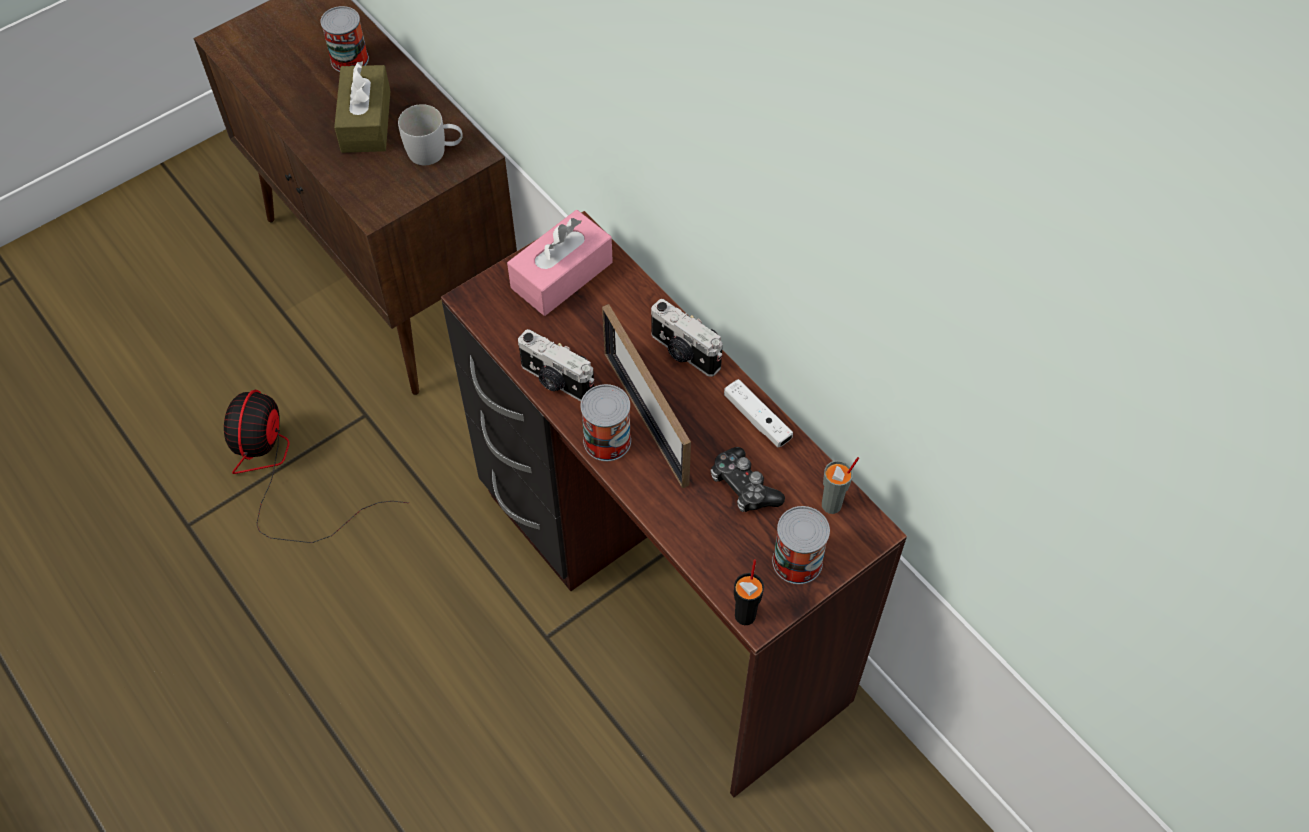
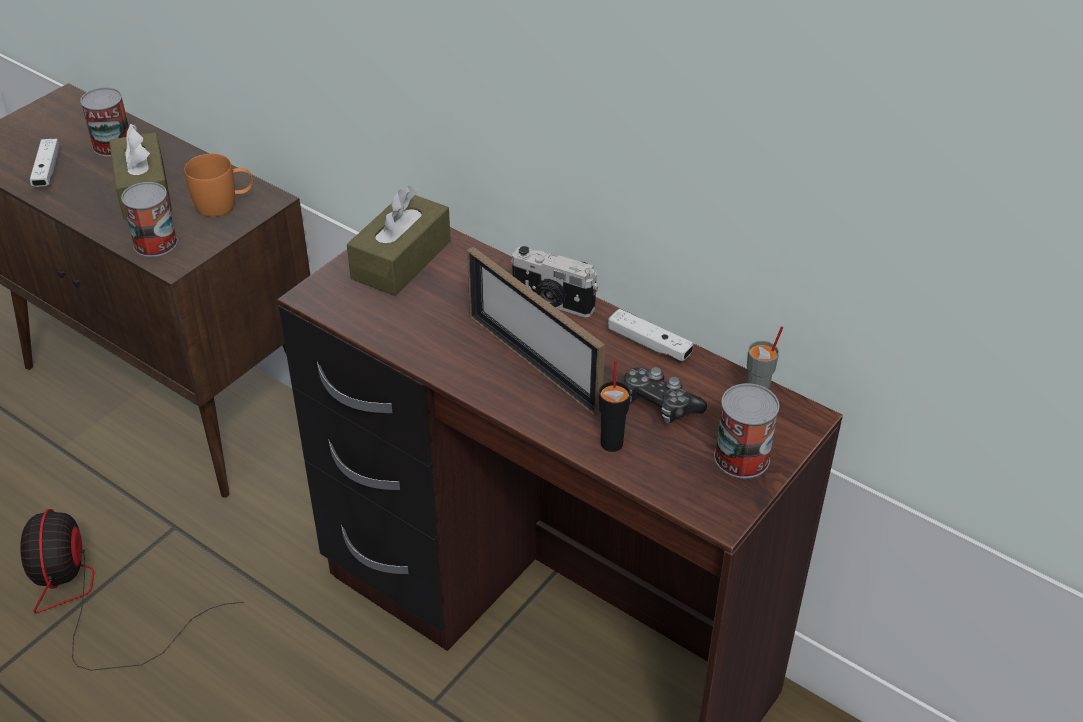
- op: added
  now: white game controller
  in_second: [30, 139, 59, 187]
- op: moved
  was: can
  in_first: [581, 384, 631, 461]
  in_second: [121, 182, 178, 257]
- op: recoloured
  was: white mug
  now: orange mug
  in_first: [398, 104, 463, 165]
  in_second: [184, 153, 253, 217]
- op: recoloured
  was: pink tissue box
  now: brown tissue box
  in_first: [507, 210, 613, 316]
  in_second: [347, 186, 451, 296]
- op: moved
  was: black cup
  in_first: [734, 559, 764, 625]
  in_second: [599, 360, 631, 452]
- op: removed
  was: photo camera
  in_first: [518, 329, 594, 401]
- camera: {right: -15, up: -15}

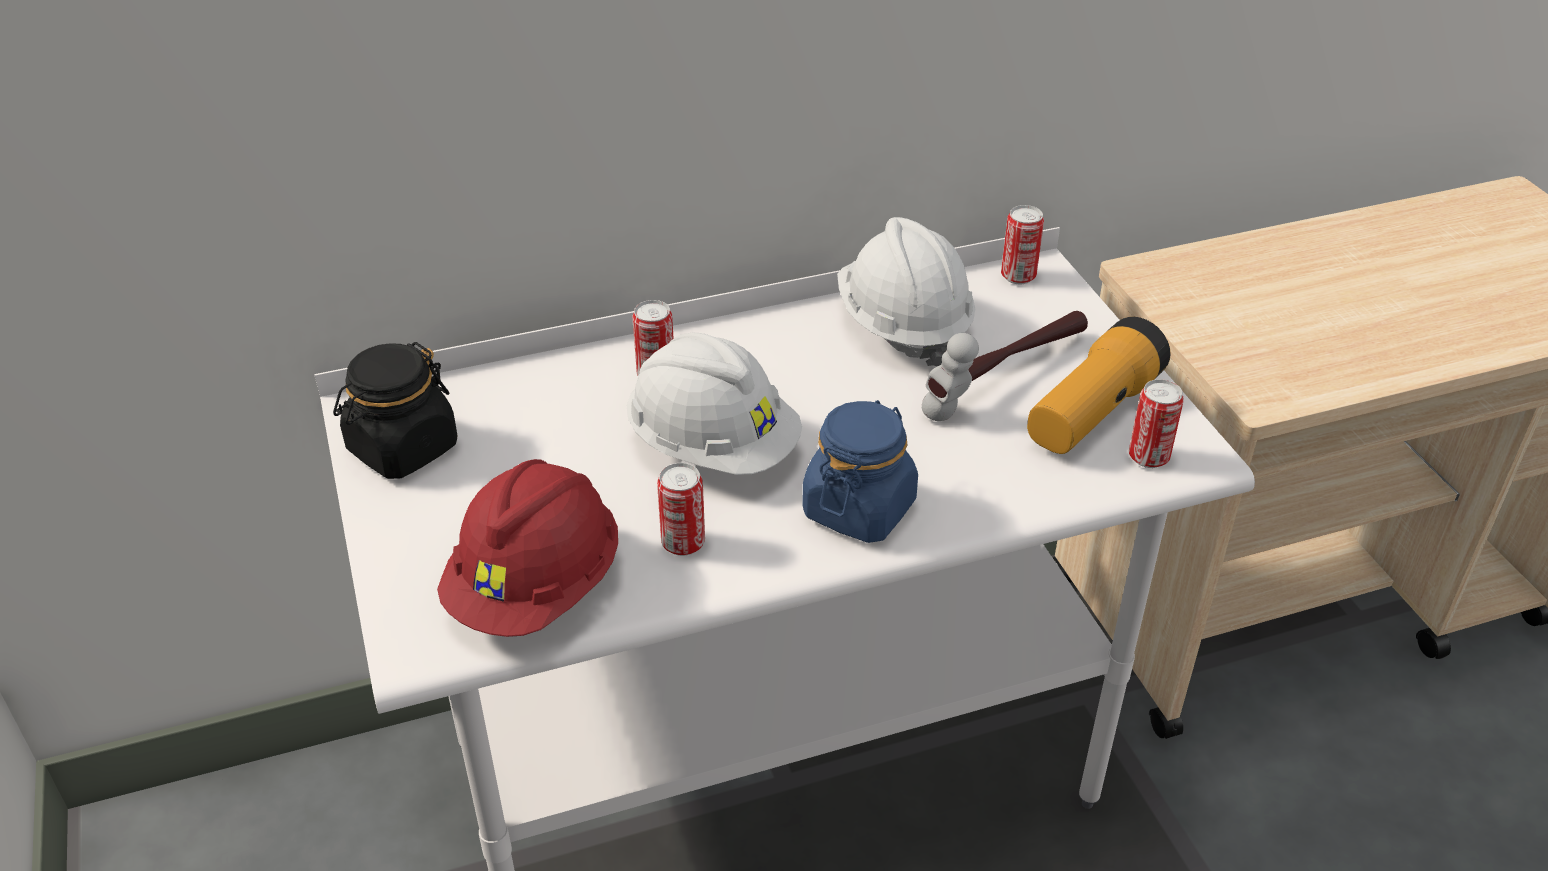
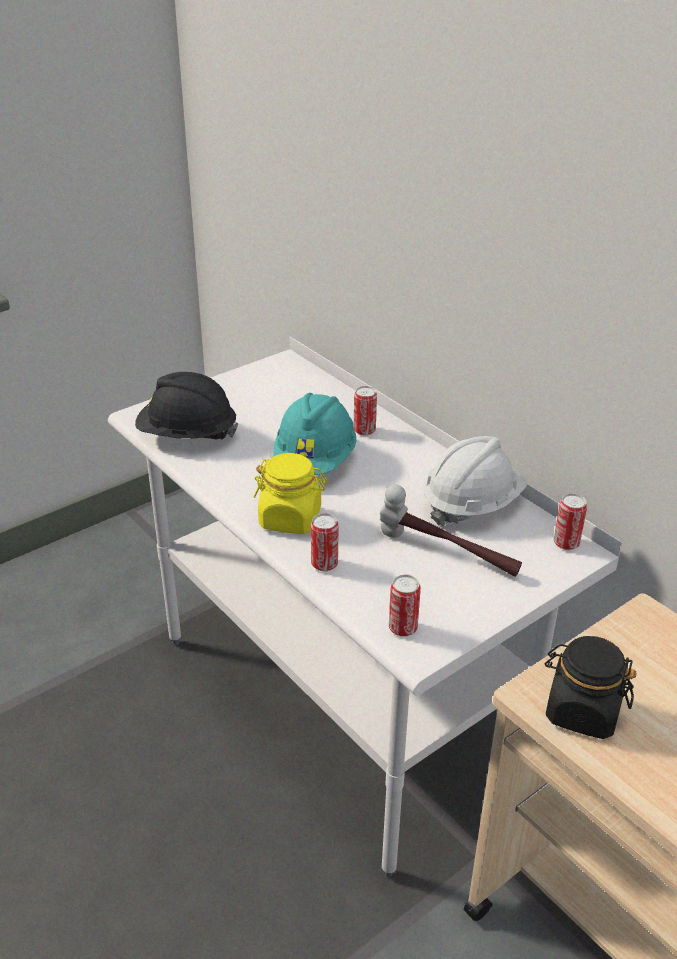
- op: recoloured
  was: red hard hat
  now: black hard hat
  in_first: [437, 459, 618, 637]
  in_second: [135, 372, 238, 439]
- op: recoloured
  was: blue jar
  now: yellow jar
  in_first: [802, 400, 918, 543]
  in_second: [254, 453, 328, 534]
- op: recoloured
  was: white hard hat
  now: turquoise hard hat
  in_first: [627, 333, 802, 475]
  in_second: [273, 393, 357, 475]
- op: moved
  was: can
  in_first: [657, 463, 705, 556]
  in_second: [311, 513, 338, 572]
- op: moved
  was: black jar
  in_first: [333, 342, 458, 479]
  in_second: [544, 636, 636, 739]
- op: removed
  was: flashlight
  in_first: [1027, 317, 1171, 454]
- camera: {right: 70, up: -5}

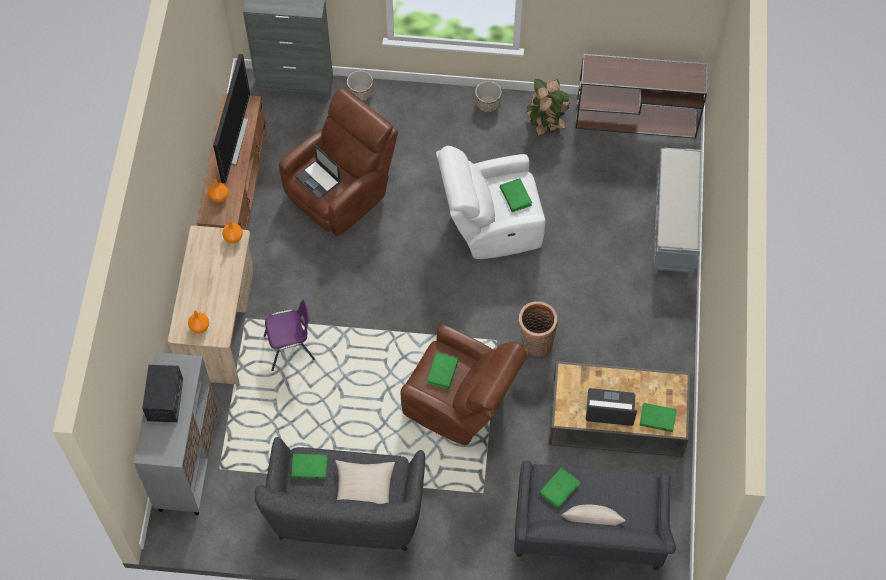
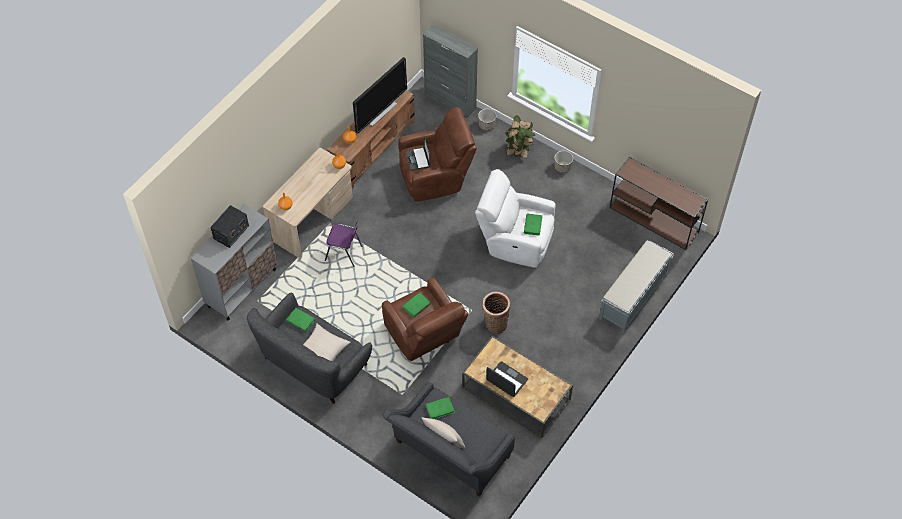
- op: moved
  was: potted plant
  in_first: [526, 79, 570, 137]
  in_second: [505, 115, 536, 159]
- op: removed
  was: green book
  in_first: [639, 403, 677, 432]
- camera: {right: 30, up: -5}

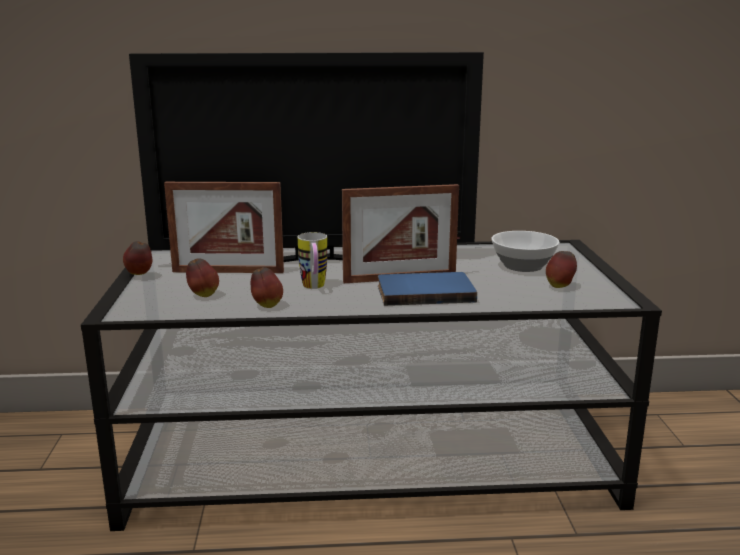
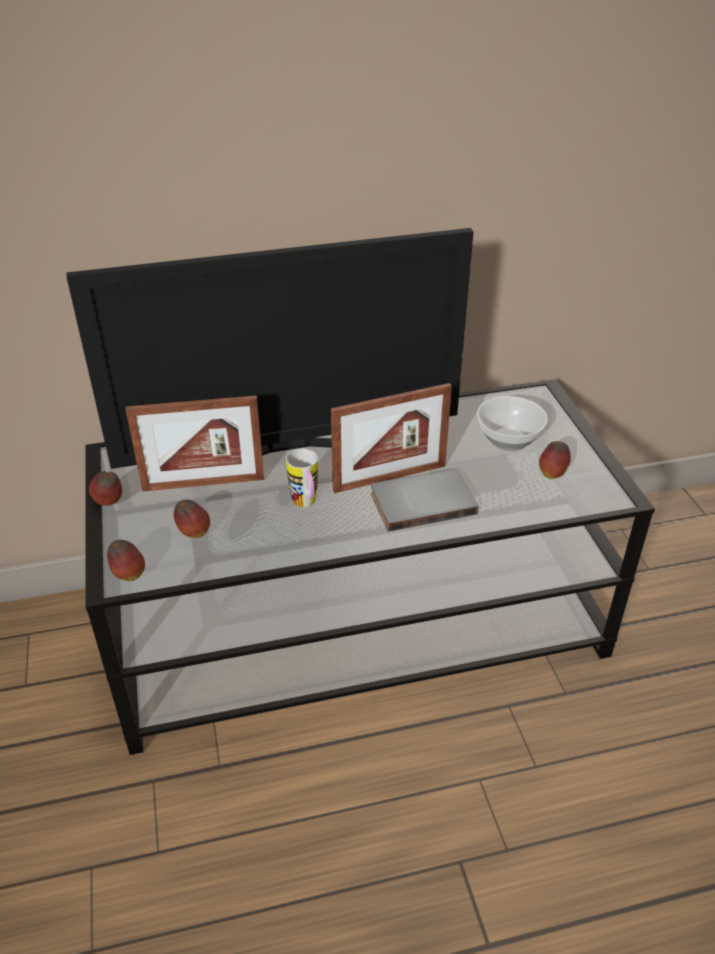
- op: moved
  was: apple
  in_first: [251, 267, 283, 308]
  in_second: [107, 540, 145, 581]
- op: recoloured
  was: blue book
  now: grey book
  in_first: [378, 272, 477, 306]
  in_second: [371, 469, 479, 532]
- camera: {right: -10, up: 20}

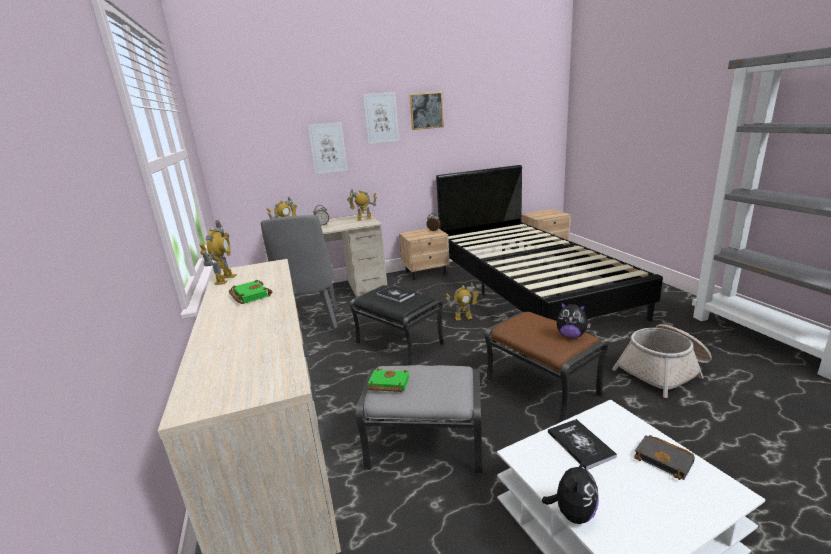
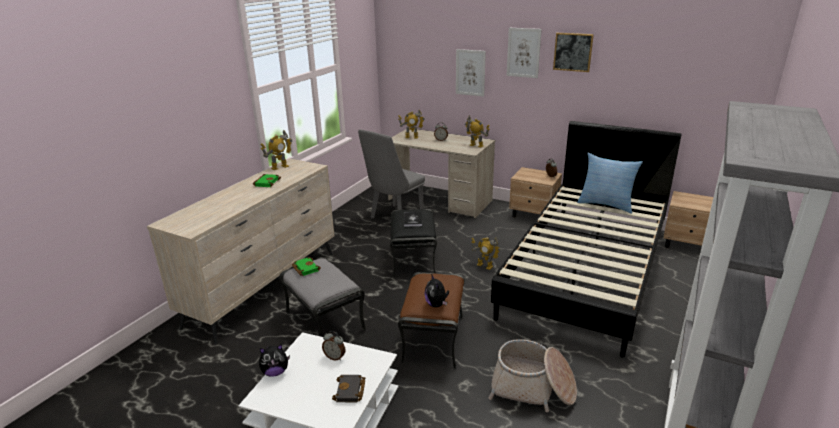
- op: replaced
  was: book
  now: alarm clock
  in_first: [548, 419, 617, 470]
  in_second: [322, 331, 345, 361]
- op: added
  now: pillow
  in_second: [577, 153, 643, 214]
- camera: {right: 45, up: 5}

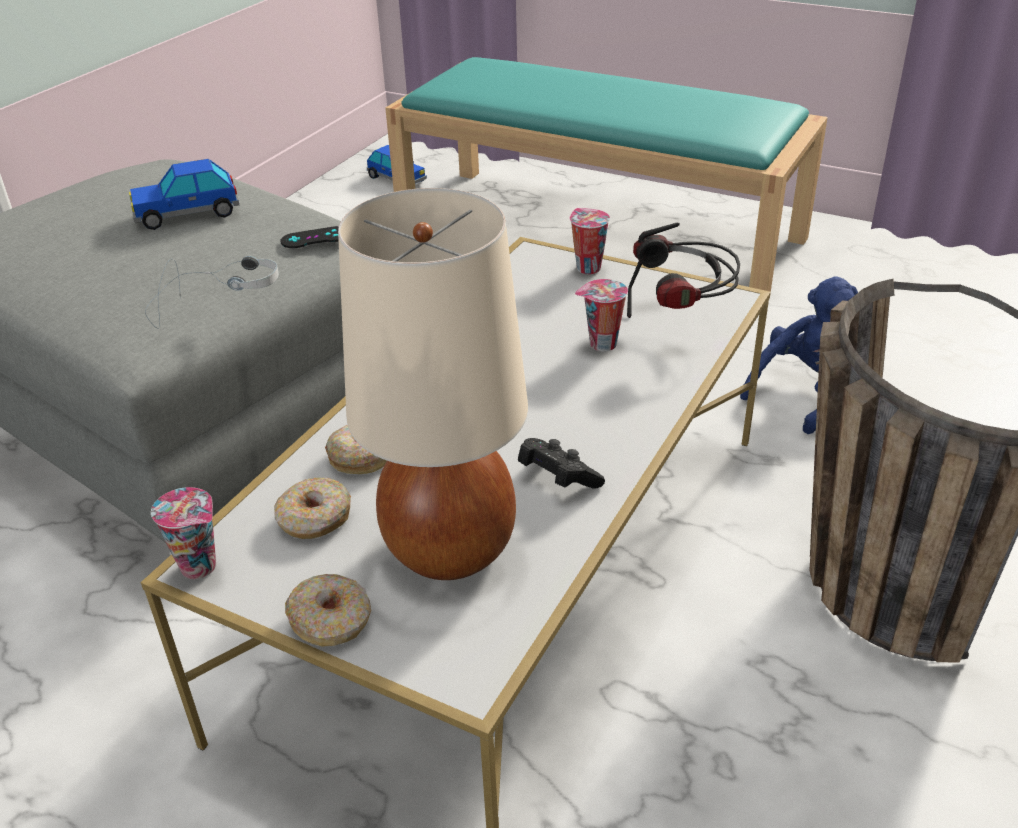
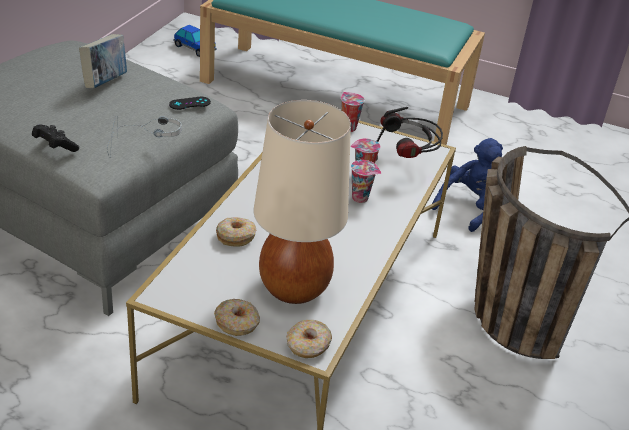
- op: moved
  was: black game controller
  in_first: [518, 438, 605, 489]
  in_second: [32, 124, 79, 152]
- op: replaced
  was: toy car
  now: book
  in_first: [129, 159, 239, 230]
  in_second: [79, 34, 127, 89]
- op: moved
  was: donut
  in_first: [274, 478, 351, 539]
  in_second: [287, 320, 332, 358]
- op: moved
  was: cup
  in_first: [151, 487, 216, 579]
  in_second: [351, 160, 381, 203]
- camera: {right: -10, up: 0}

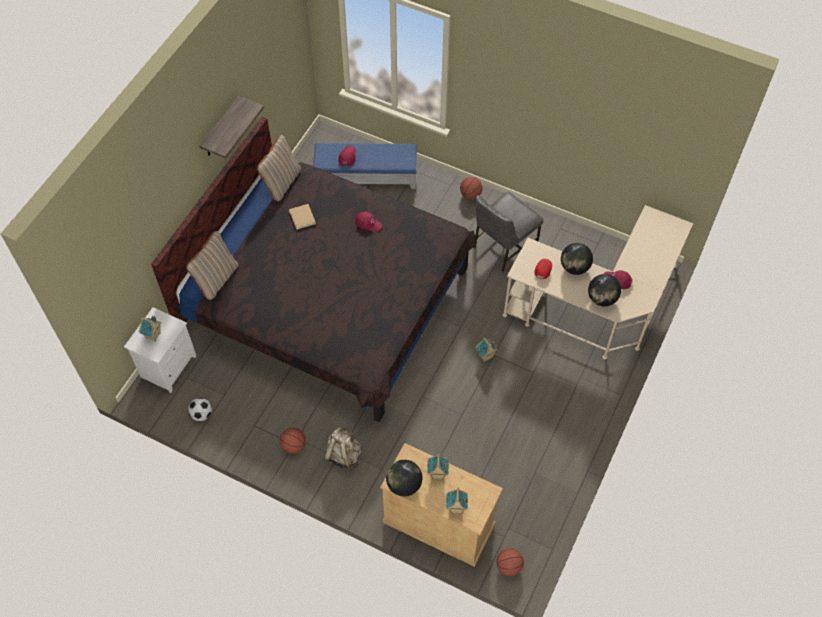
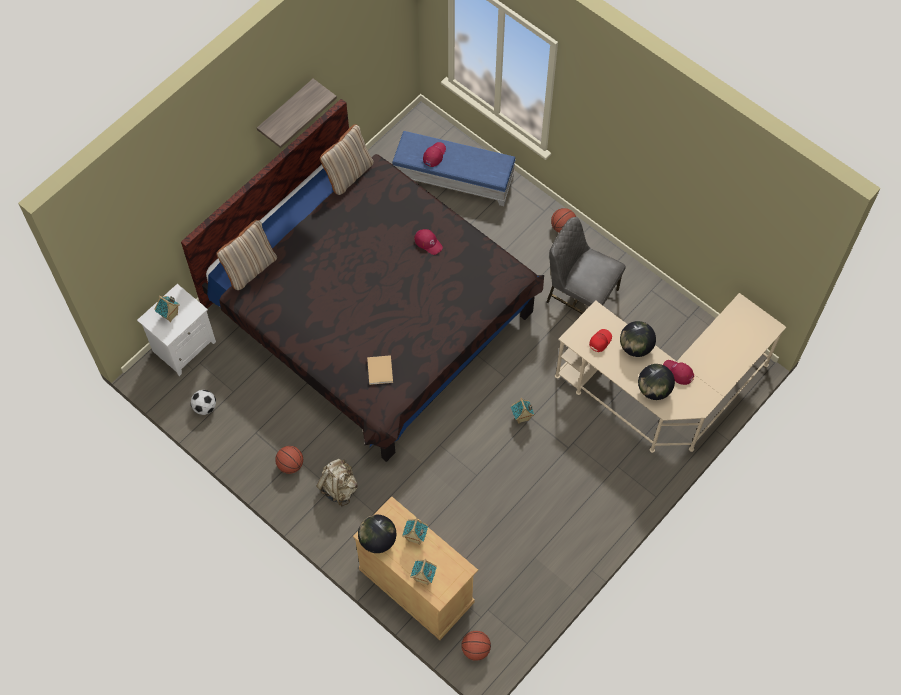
- op: moved
  was: beige book
  in_first: [289, 204, 316, 230]
  in_second: [367, 355, 393, 385]
- op: turned
  was: grey chair
  in_first: [473, 191, 544, 272]
  in_second: [547, 217, 626, 314]
  clockwise: 60
- camera: {right: 15, up: 5}

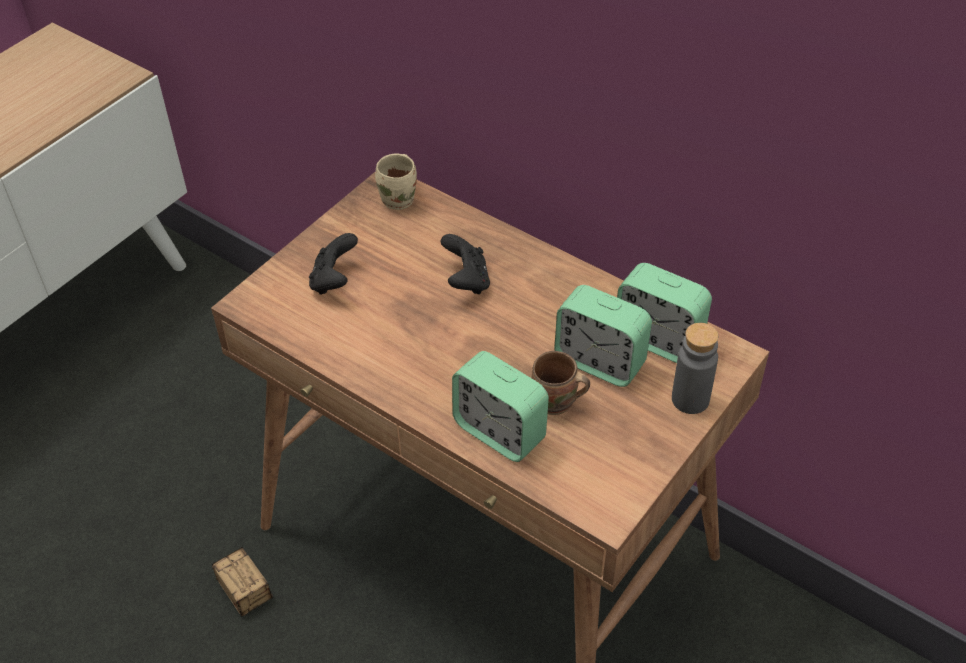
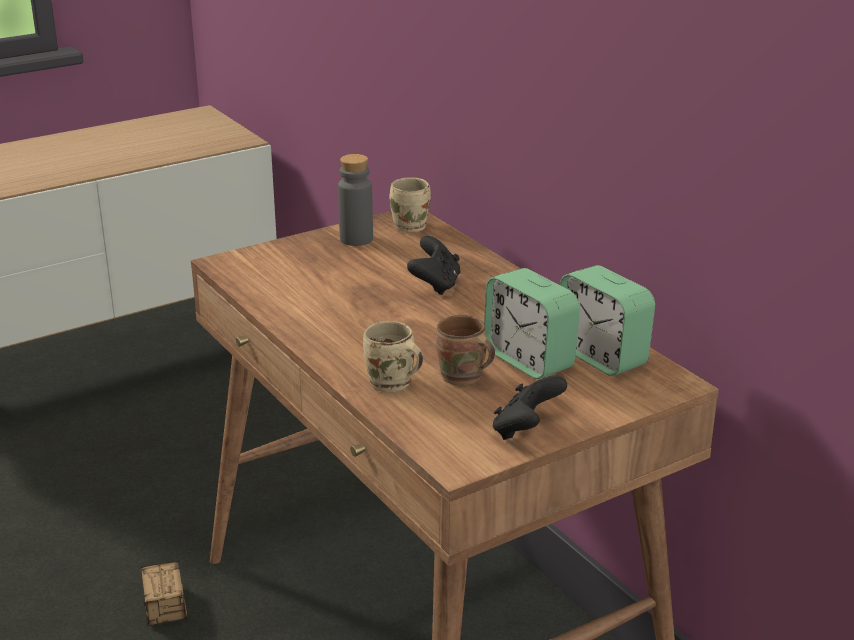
- op: moved
  was: grey bottle
  in_first: [672, 323, 718, 414]
  in_second: [338, 154, 373, 246]
- op: replaced
  was: alarm clock
  now: beige mug
  in_first: [452, 351, 549, 462]
  in_second: [363, 321, 423, 392]
- op: moved
  was: black game controller
  in_first: [309, 233, 358, 295]
  in_second: [493, 375, 567, 440]
- camera: {right: 20, up: -20}

